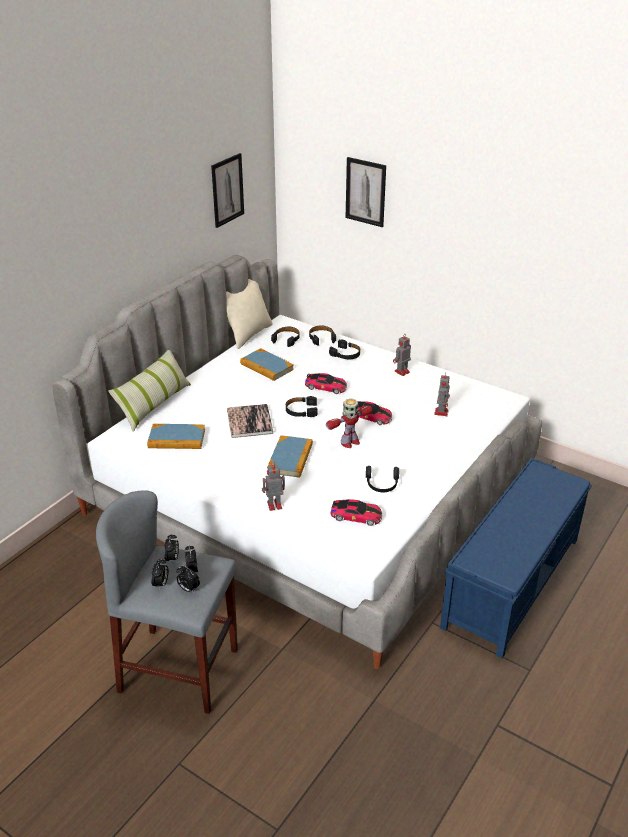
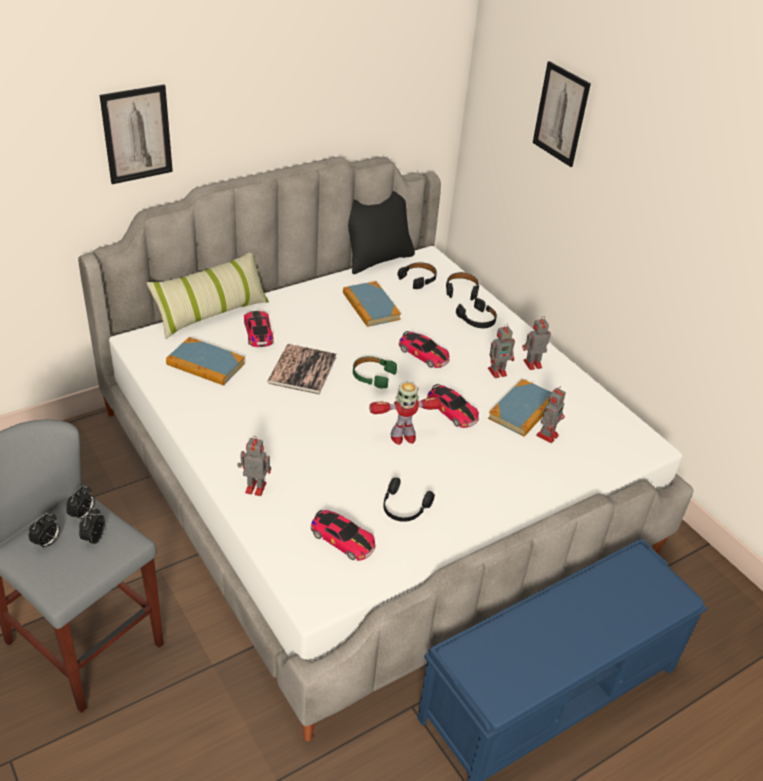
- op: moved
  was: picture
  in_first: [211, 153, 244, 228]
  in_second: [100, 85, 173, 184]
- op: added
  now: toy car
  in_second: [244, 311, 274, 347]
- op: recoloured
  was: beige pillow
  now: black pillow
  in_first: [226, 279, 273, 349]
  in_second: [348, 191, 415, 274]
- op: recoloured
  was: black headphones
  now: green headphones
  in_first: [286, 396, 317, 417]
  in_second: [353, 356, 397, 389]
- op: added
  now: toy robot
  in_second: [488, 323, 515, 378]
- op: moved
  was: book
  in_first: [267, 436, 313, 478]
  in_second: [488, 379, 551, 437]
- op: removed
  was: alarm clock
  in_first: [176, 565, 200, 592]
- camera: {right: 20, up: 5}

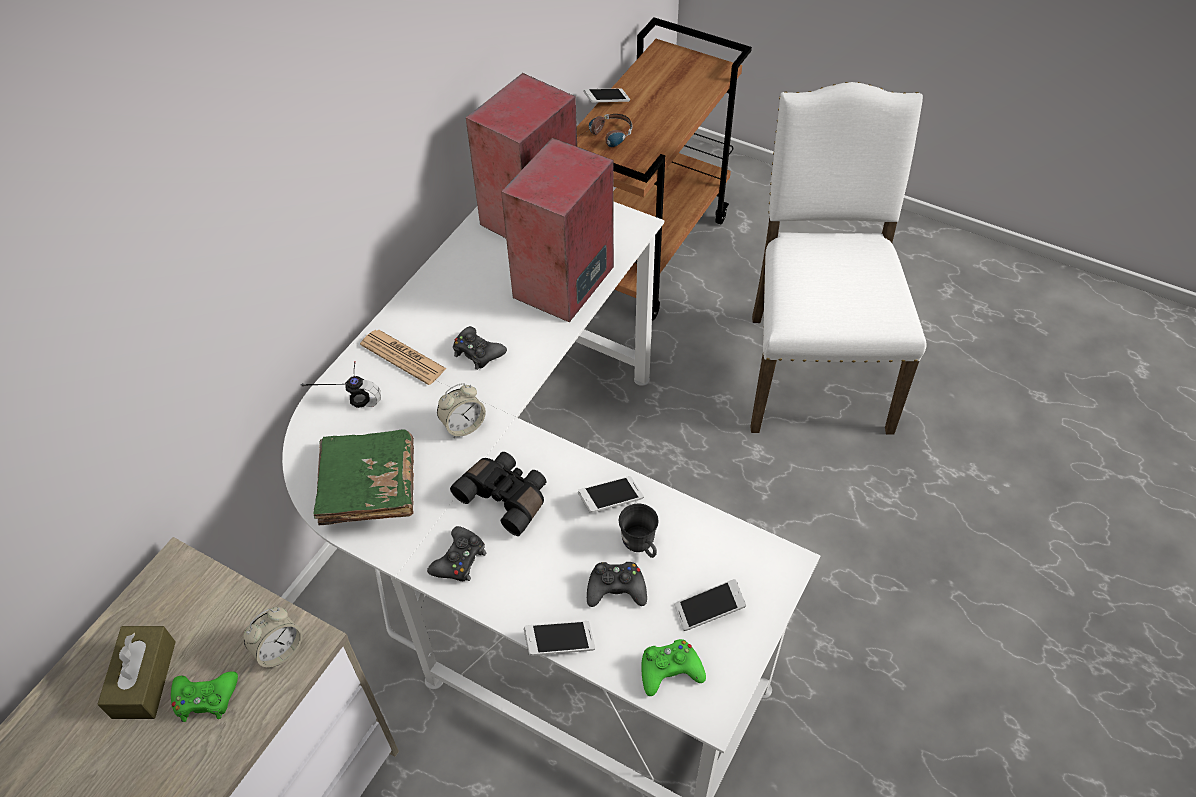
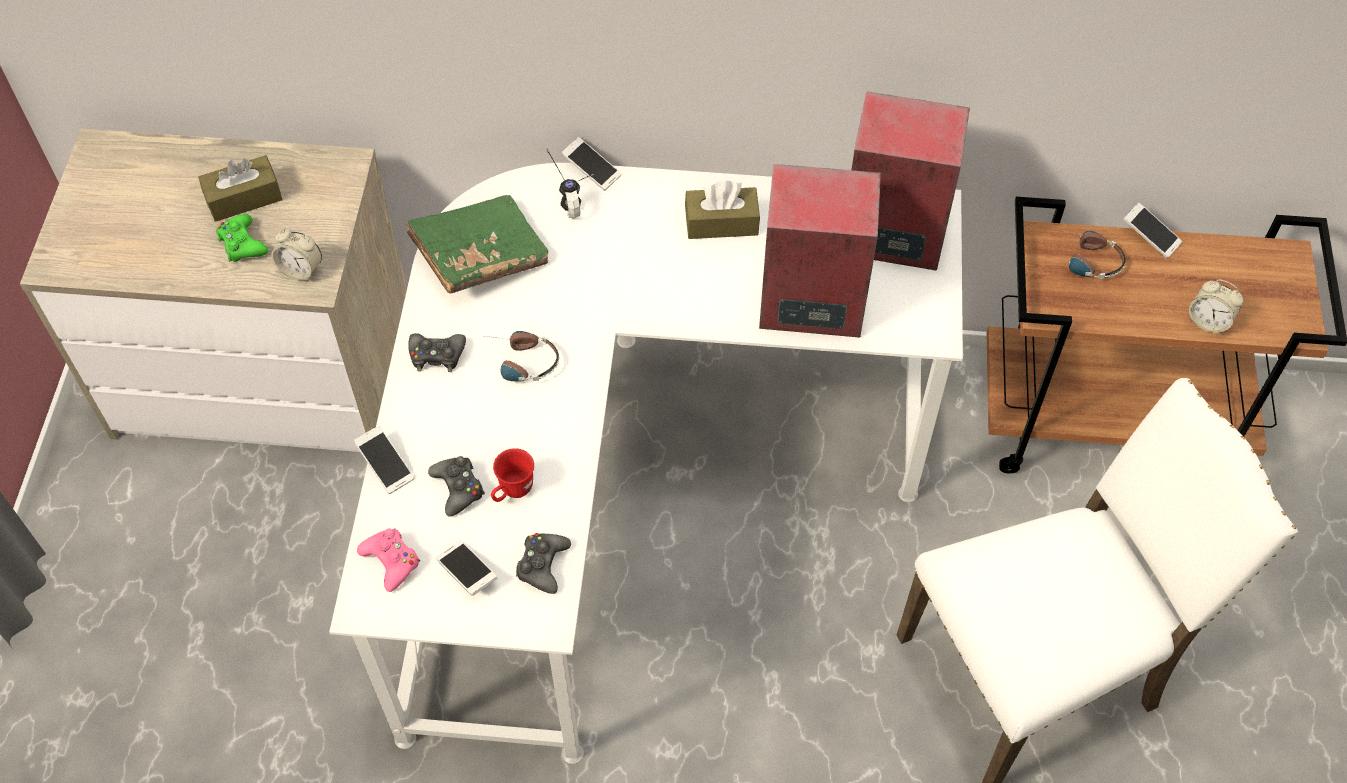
- op: recoloured
  was: green game controller
  now: pink game controller
  in_first: [641, 639, 706, 696]
  in_second: [357, 529, 420, 592]
- op: replaced
  was: black binoculars
  now: headphones
  in_first: [450, 452, 546, 536]
  in_second: [486, 331, 559, 382]
- op: recoloured
  was: grey mug
  now: red mug
  in_first: [619, 503, 659, 558]
  in_second: [491, 448, 534, 502]
- op: moved
  was: black game controller
  in_first: [453, 326, 507, 370]
  in_second: [516, 533, 571, 594]
- op: moved
  was: phone
  in_first: [578, 476, 644, 513]
  in_second: [562, 137, 621, 191]
- op: added
  now: brown tissue box
  in_second: [685, 181, 760, 239]
- op: moved
  was: alarm clock
  in_first: [437, 383, 486, 438]
  in_second: [1189, 279, 1243, 334]
- op: removed
  was: newspaper
  in_first: [360, 330, 447, 385]
- camera: {right: 65, up: 5}

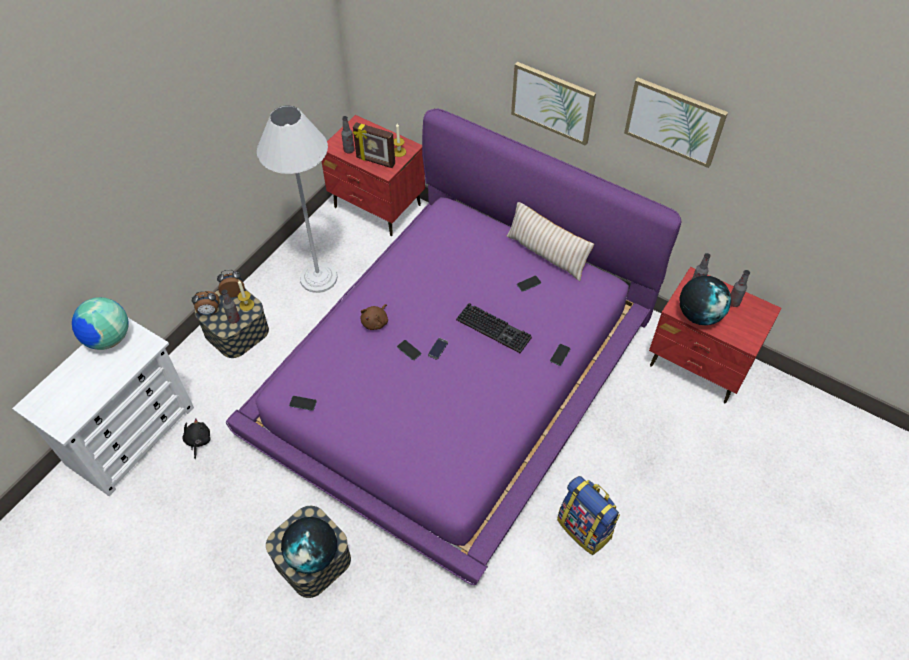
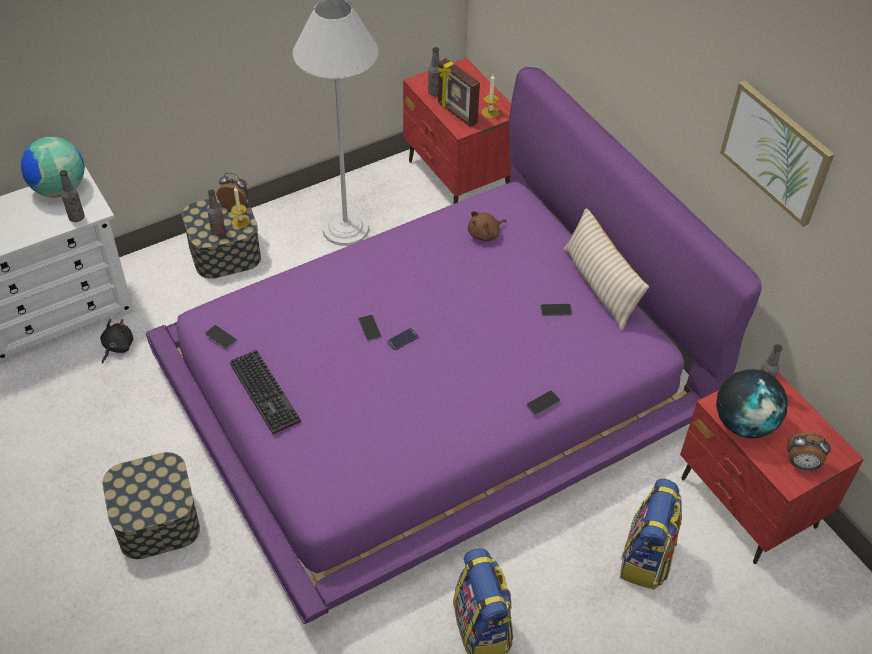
- op: moved
  was: bottle
  in_first: [731, 270, 750, 307]
  in_second: [59, 170, 85, 222]
- op: moved
  was: keyboard
  in_first: [456, 303, 532, 353]
  in_second: [230, 350, 301, 434]
- op: moved
  was: brown plush toy
  in_first: [360, 304, 388, 330]
  in_second: [468, 211, 506, 241]
- op: added
  now: backpack
  in_second: [620, 479, 682, 590]
- op: moved
  was: alarm clock
  in_first: [192, 291, 220, 315]
  in_second: [787, 433, 831, 470]
- op: removed
  was: globe
  in_first: [281, 517, 337, 574]
- op: removed
  was: picture
  in_first: [511, 62, 596, 146]
- camera: {right: 25, up: -5}

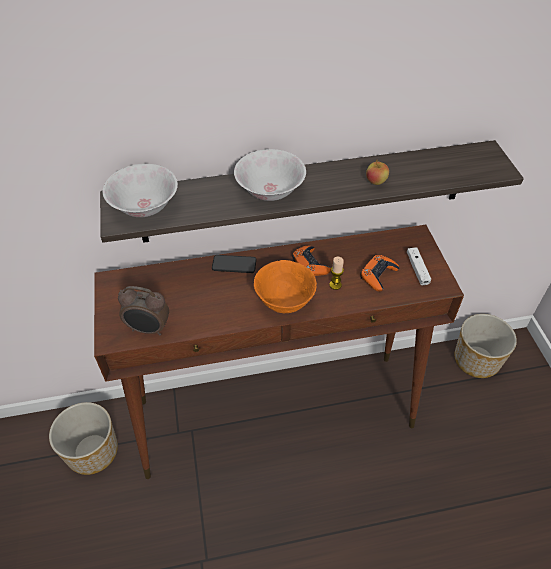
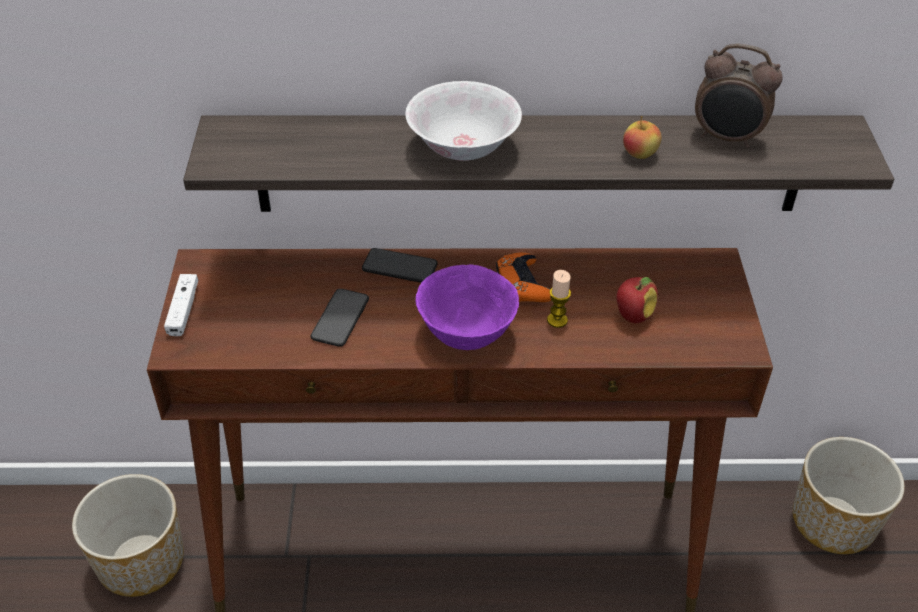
- op: moved
  was: white game controller
  in_first: [407, 247, 431, 285]
  in_second: [164, 274, 198, 336]
- op: added
  now: phone
  in_second: [310, 289, 369, 347]
- op: recoloured
  was: orange bowl
  now: purple bowl
  in_first: [254, 260, 317, 313]
  in_second: [415, 264, 519, 350]
- op: replaced
  was: orange game controller
  now: apple
  in_first: [360, 255, 399, 292]
  in_second: [616, 277, 658, 323]
- op: moved
  was: alarm clock
  in_first: [118, 286, 169, 336]
  in_second: [695, 44, 783, 148]
- op: removed
  was: white bowl
  in_first: [103, 164, 178, 217]
- camera: {right: 10, up: -5}

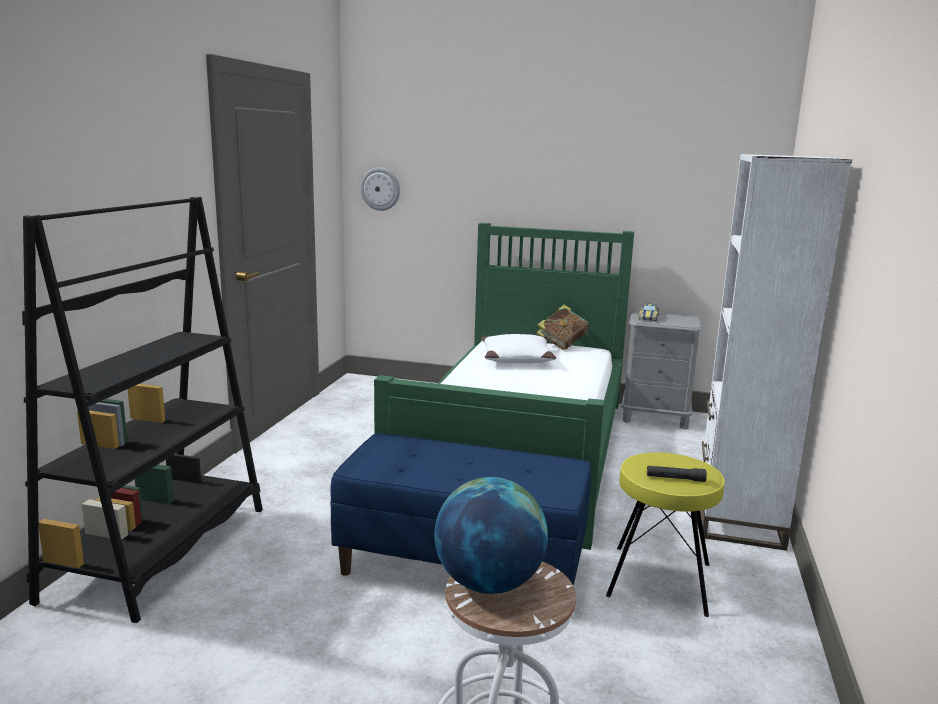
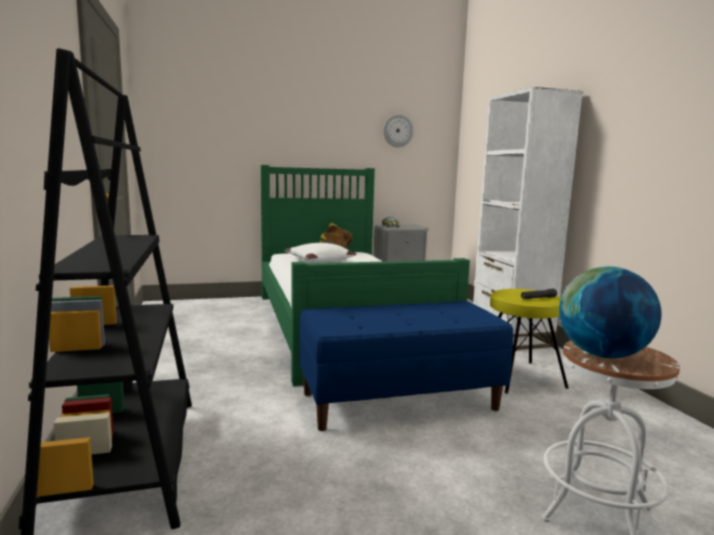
- op: moved
  was: wall clock
  in_first: [360, 167, 400, 211]
  in_second: [384, 114, 413, 147]
- camera: {right: -30, up: -5}

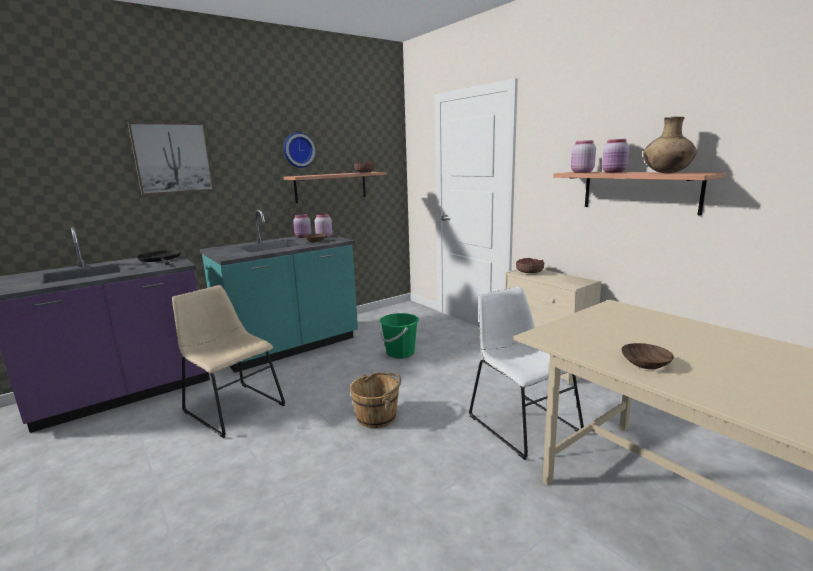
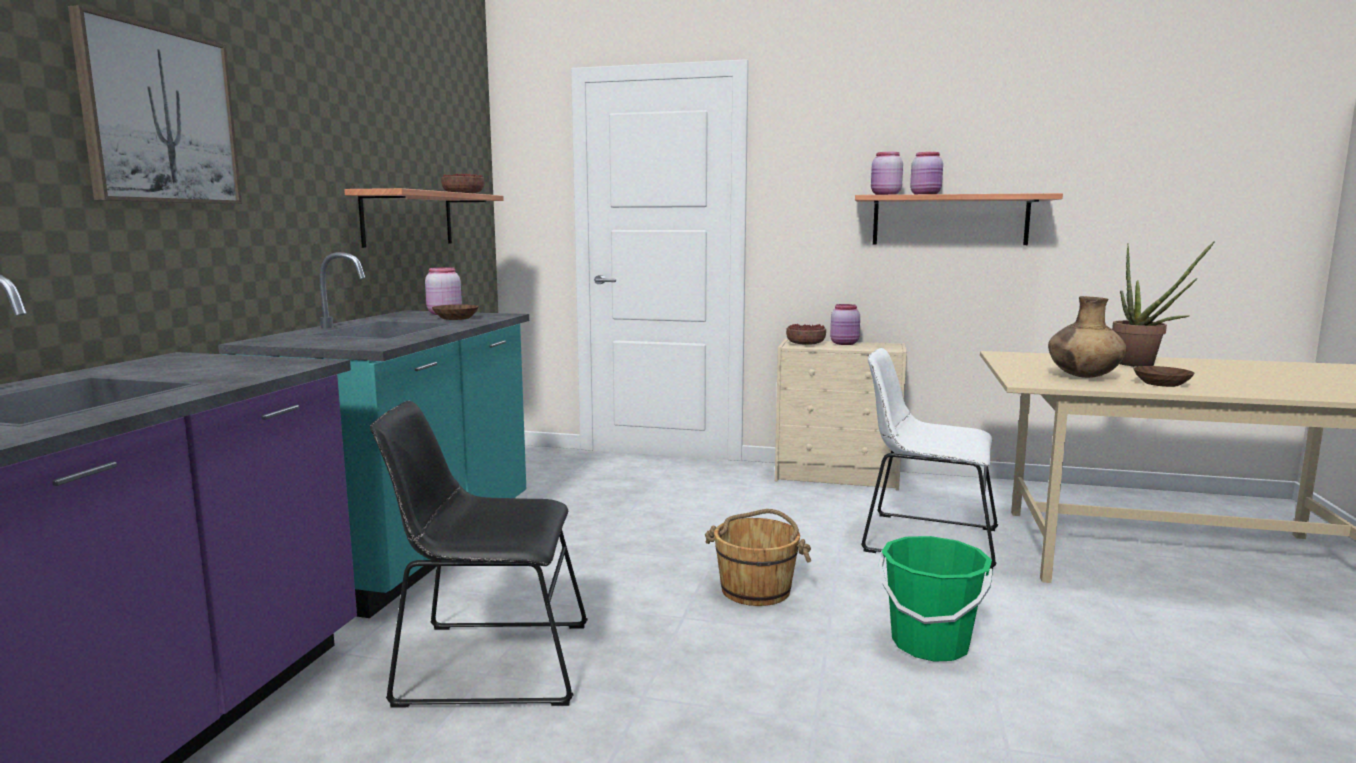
- op: recoloured
  was: beige chair
  now: black chair
  in_first: [172, 285, 285, 438]
  in_second: [370, 401, 588, 708]
- op: moved
  was: pink jar
  in_first: [293, 214, 311, 238]
  in_second: [830, 304, 860, 345]
- op: moved
  was: green bucket
  in_first: [379, 313, 419, 359]
  in_second: [878, 536, 993, 662]
- op: moved
  was: brown vase
  in_first: [643, 117, 697, 173]
  in_second: [1048, 296, 1127, 378]
- op: added
  now: potted plant
  in_second: [1112, 242, 1214, 367]
- op: removed
  was: black frying pan
  in_first: [137, 250, 181, 265]
- op: removed
  was: wall clock
  in_first: [283, 132, 315, 168]
- camera: {right: -40, up: -5}

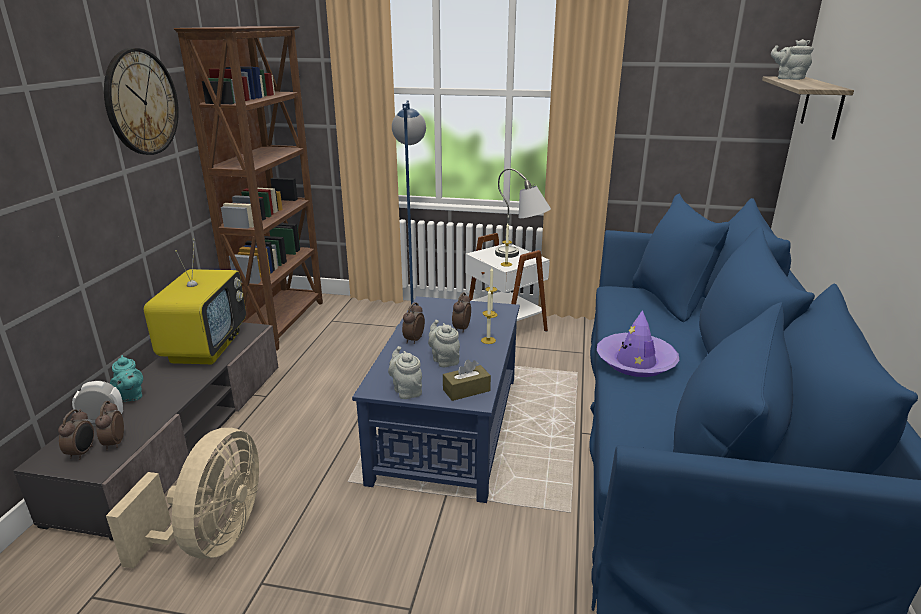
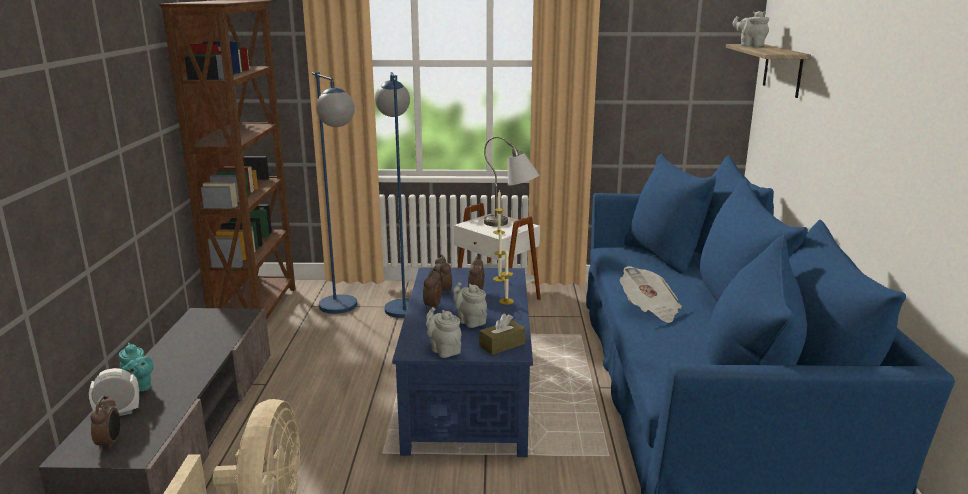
- op: added
  now: blue floor lamp
  in_second: [312, 72, 357, 314]
- op: moved
  was: alarm clock
  in_first: [95, 401, 124, 450]
  in_second: [434, 254, 452, 295]
- op: replaced
  was: purple hat
  now: newspaper
  in_first: [597, 310, 679, 377]
  in_second: [620, 266, 682, 323]
- op: removed
  was: wall clock
  in_first: [104, 48, 179, 155]
- op: removed
  was: television
  in_first: [144, 239, 246, 364]
- camera: {right: -10, up: -5}

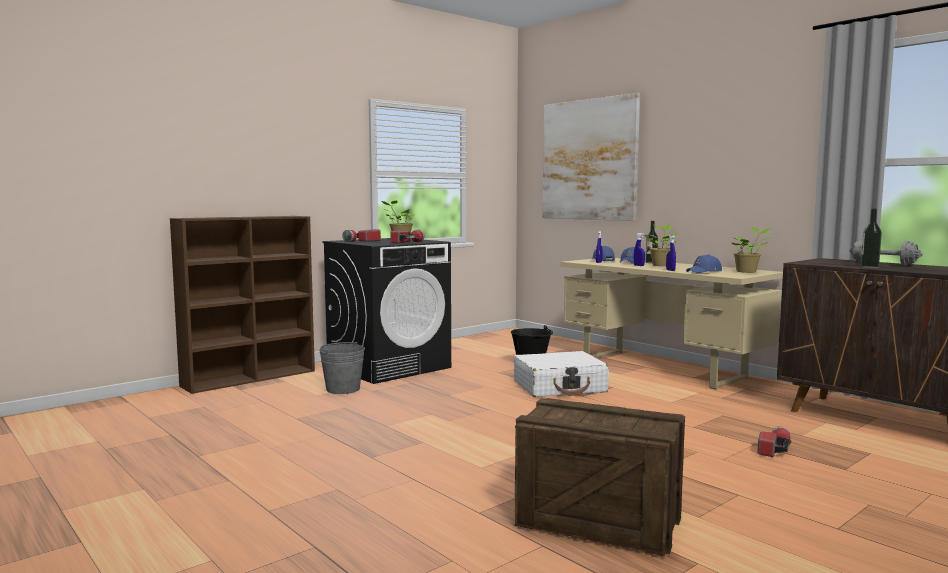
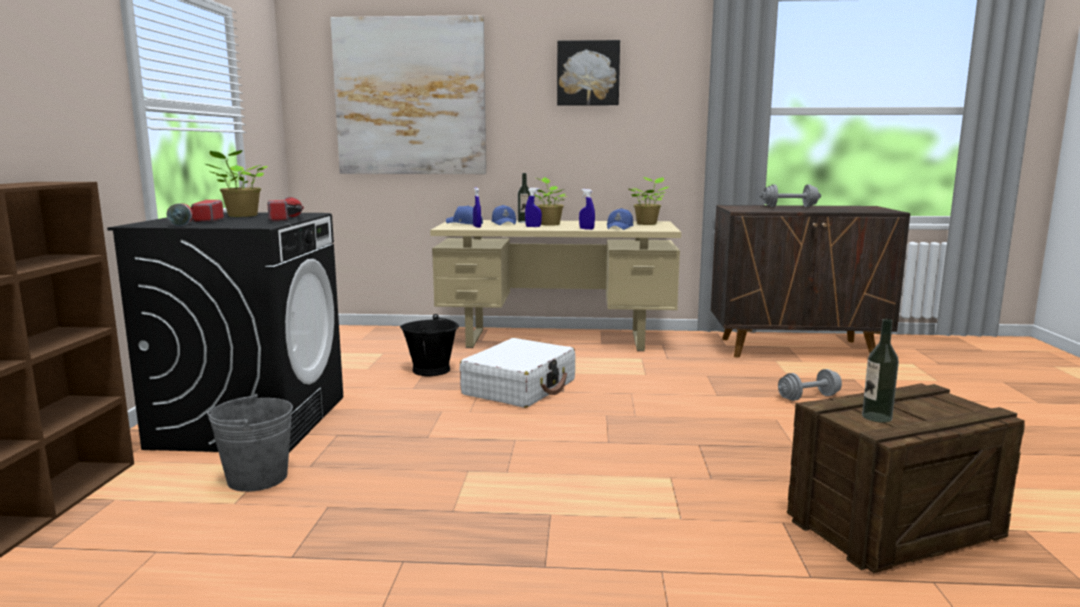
- op: added
  now: picture
  in_second: [557, 40, 620, 106]
- op: replaced
  was: flashlight
  now: grey dumbbell
  in_first: [758, 427, 791, 457]
  in_second: [778, 369, 842, 401]
- op: moved
  was: bottle
  in_first: [861, 208, 882, 268]
  in_second: [862, 319, 899, 423]
- camera: {right: -45, up: 5}

